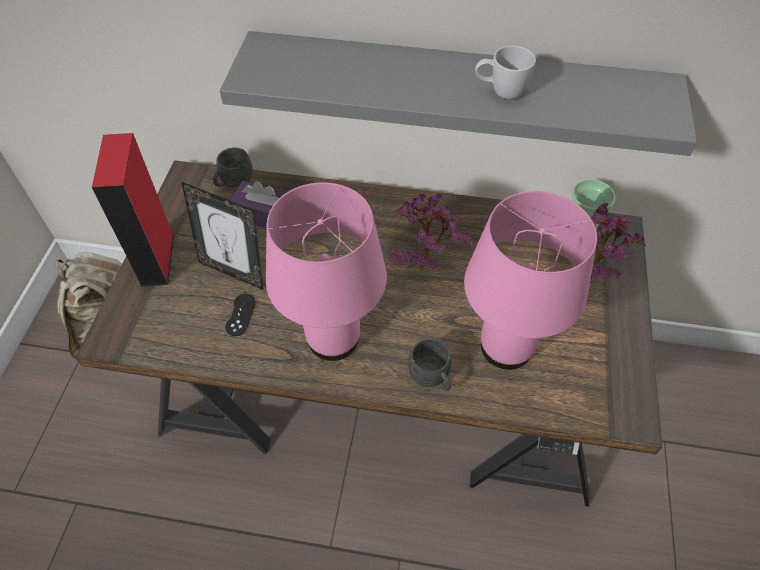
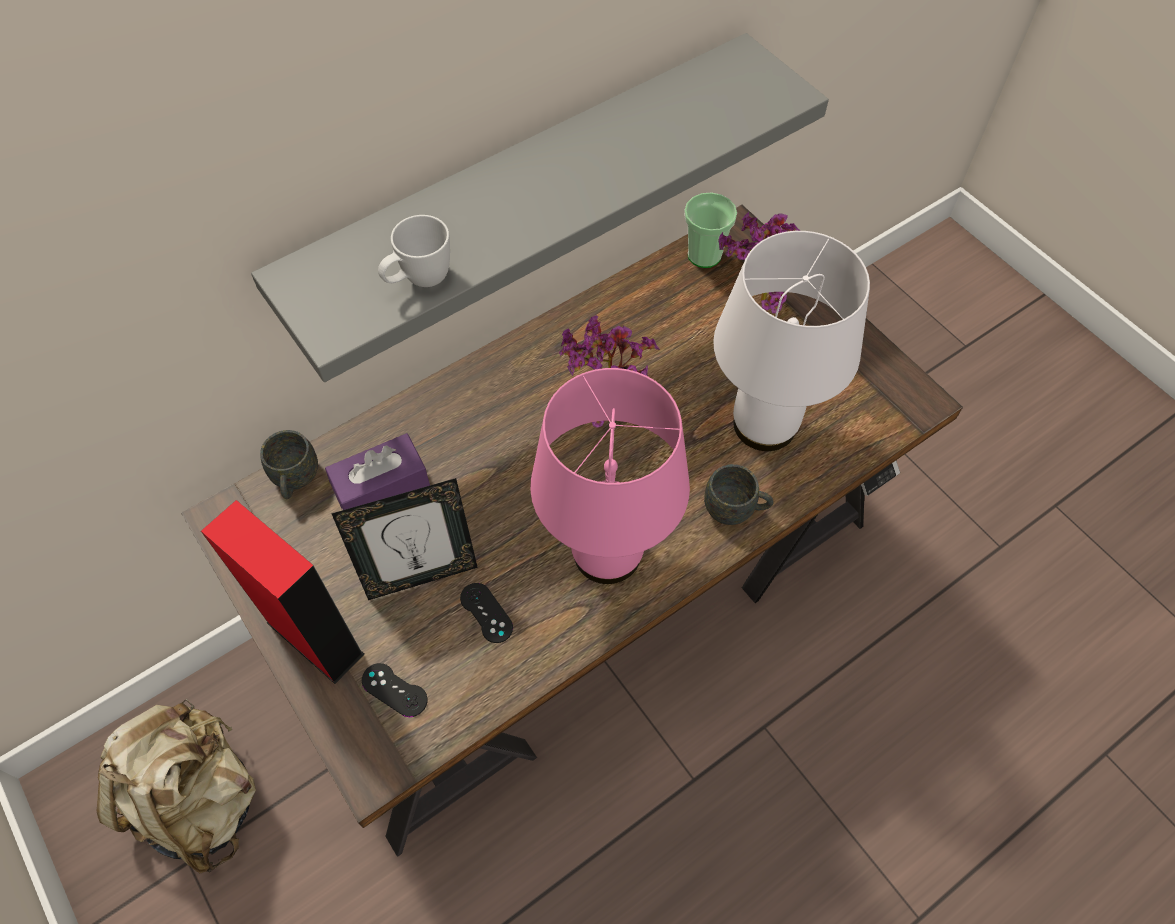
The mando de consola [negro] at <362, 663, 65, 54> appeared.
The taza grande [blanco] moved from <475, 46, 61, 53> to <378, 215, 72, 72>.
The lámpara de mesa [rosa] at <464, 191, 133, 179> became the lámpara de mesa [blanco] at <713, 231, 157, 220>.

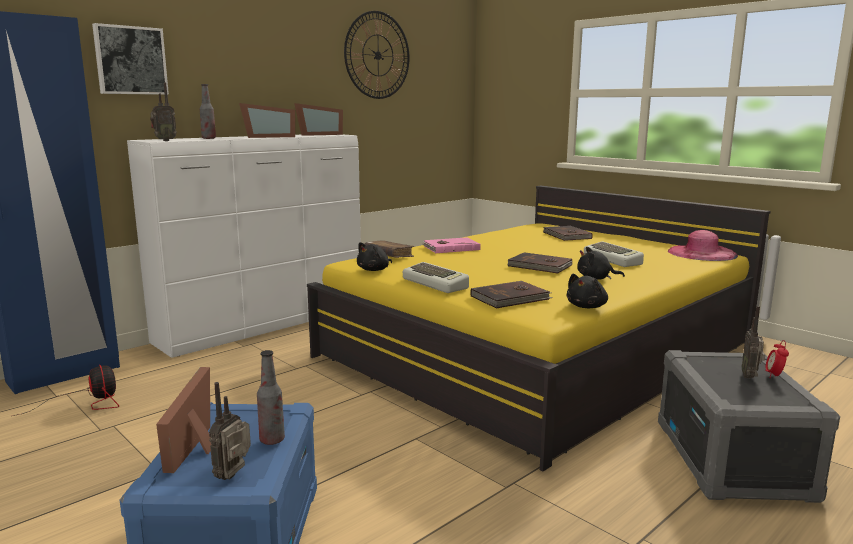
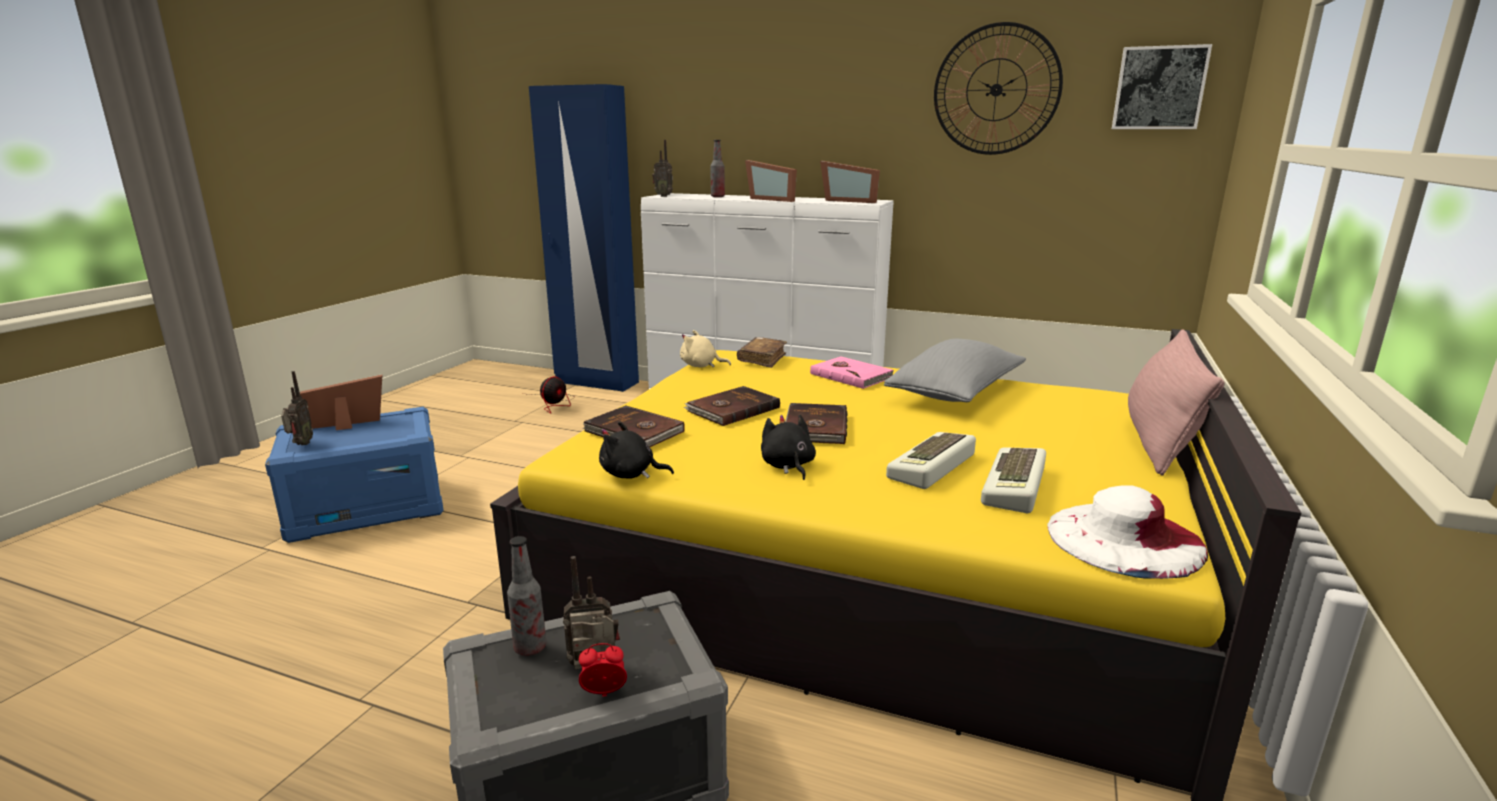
The cojín [gris] at <884, 339, 142, 63> appeared.
The cojín [rosa] at <1128, 329, 96, 147> appeared.
The cuadro moved from <92, 23, 77, 72> to <1112, 44, 100, 85>.
The botella moved from <257, 350, 28, 95> to <507, 536, 40, 120>.
The teclado moved from <403, 262, 66, 31> to <981, 447, 65, 66>.
The libro [marrón] moved from <543, 226, 50, 15> to <684, 386, 96, 40>.
The peluche [negro] at <357, 242, 35, 29> became the peluche [beis] at <680, 330, 51, 37>.
The sombrero [rosa] at <668, 230, 70, 31> became the sombrero [blanco] at <1047, 485, 161, 94>.
The radio at <209, 382, 42, 98> turned 90 degrees clockwise.

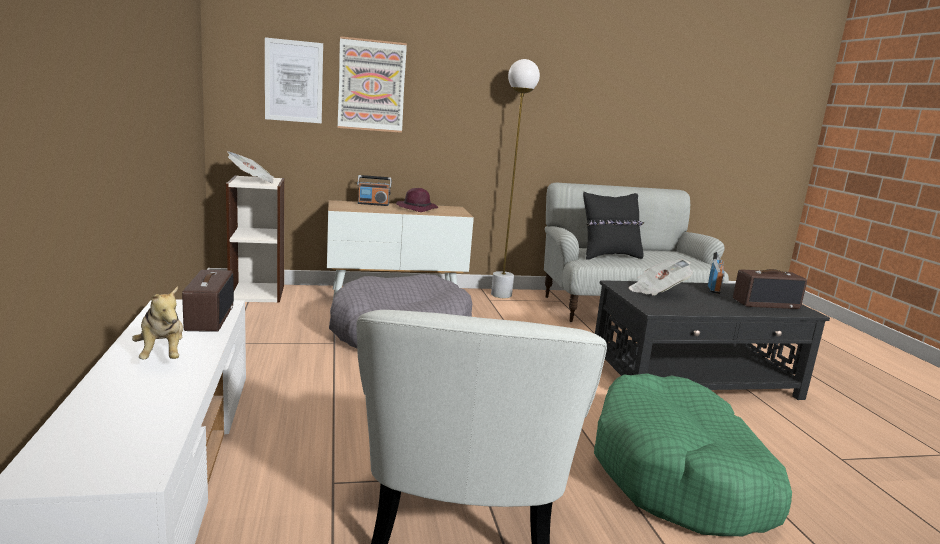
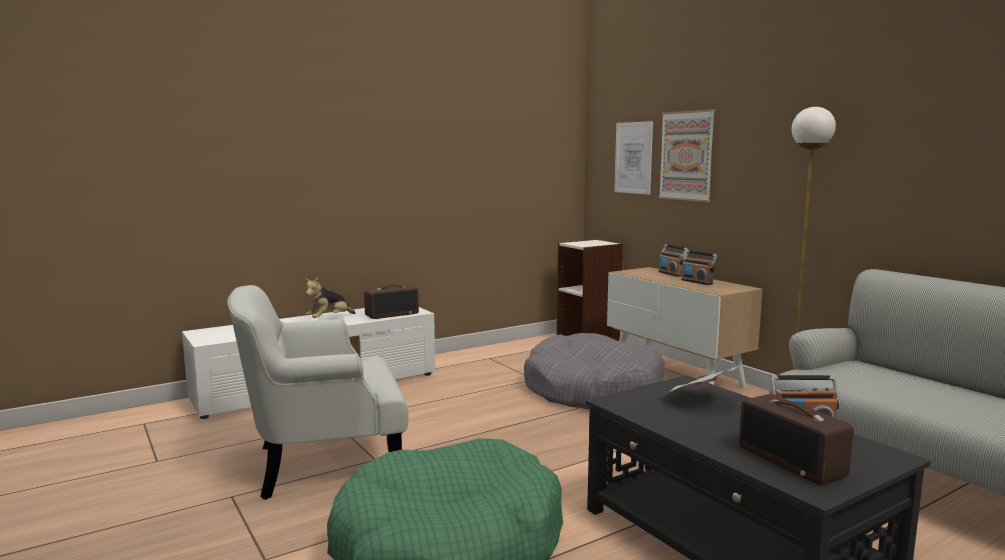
The periódico at <227, 151, 47, 32> disappeared.
The cojín [negro] at <583, 192, 61, 68> disappeared.
The sombrero [morado] at <396, 188, 42, 24> was replaced by the radio at <681, 250, 36, 35>.

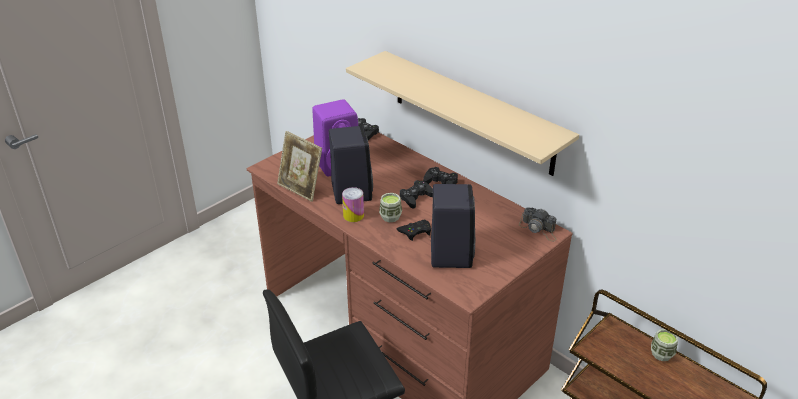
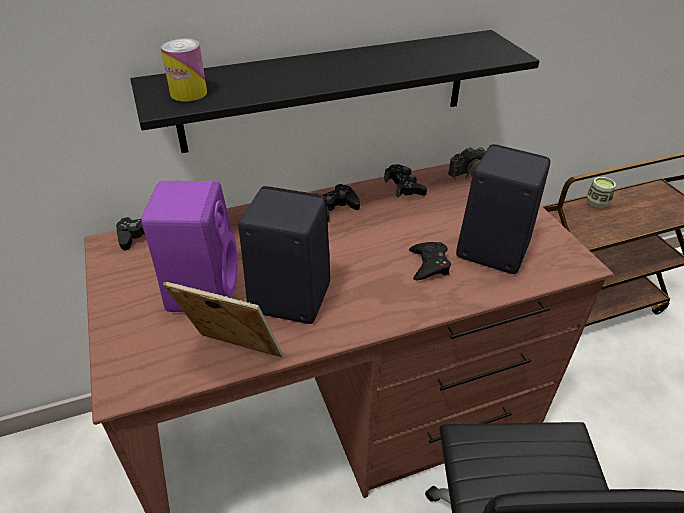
The taza at <379, 193, 23, 29> disappeared.
The lata moved from <342, 187, 22, 35> to <160, 38, 47, 63>.
The mando de consola [negro] moved from <399, 180, 34, 29> to <384, 164, 43, 34>.
The estante [beis] at <346, 51, 233, 125> became the estante [negro] at <130, 30, 410, 123>.
The portarretratos at <277, 131, 45, 71> turned 135 degrees counterclockwise.

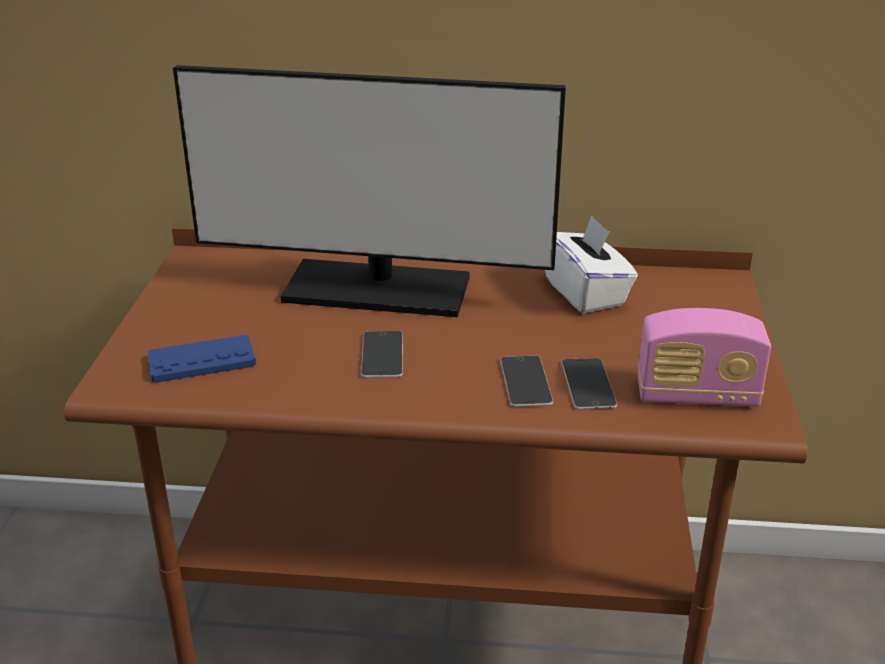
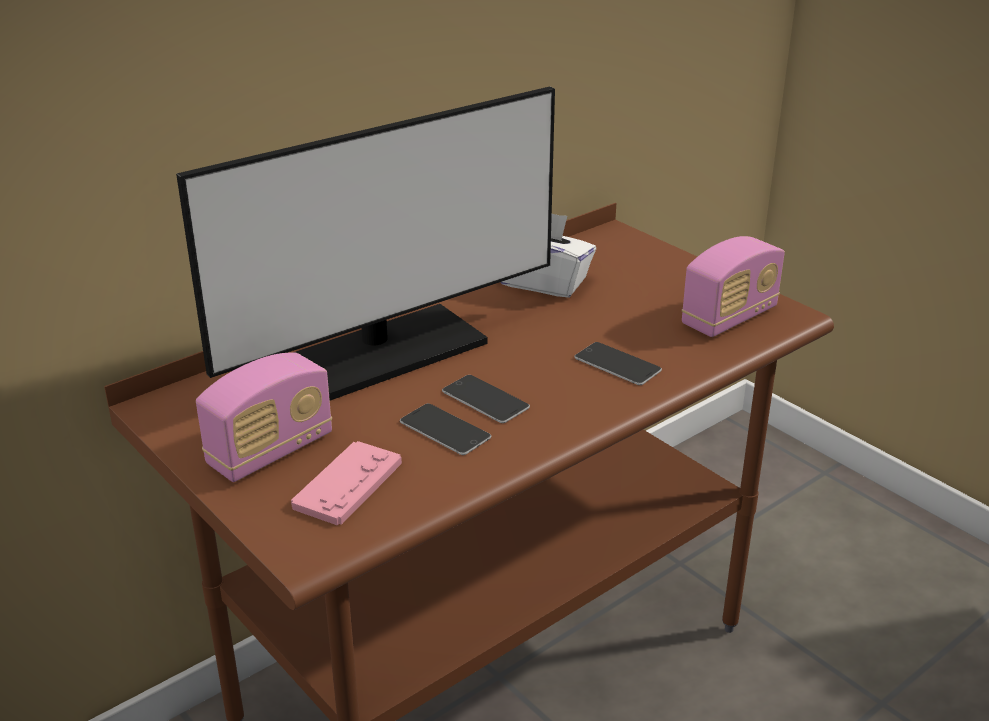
The radio at <196, 353, 136, 129> appeared.
The móvil moved from <561, 358, 56, 51> to <400, 403, 91, 52>.
The mando de consola [azul] at <148, 335, 108, 48> became the mando de consola [rosa] at <291, 441, 111, 84>.

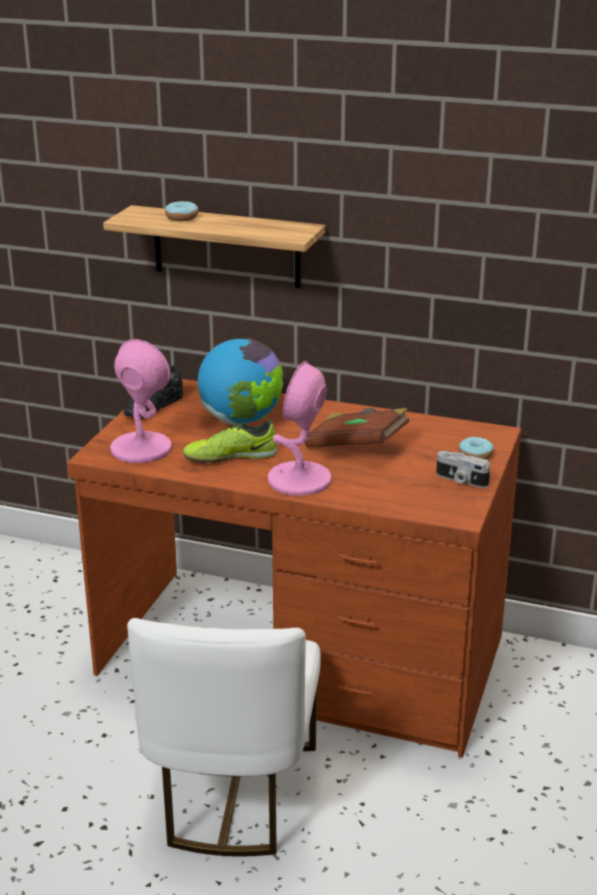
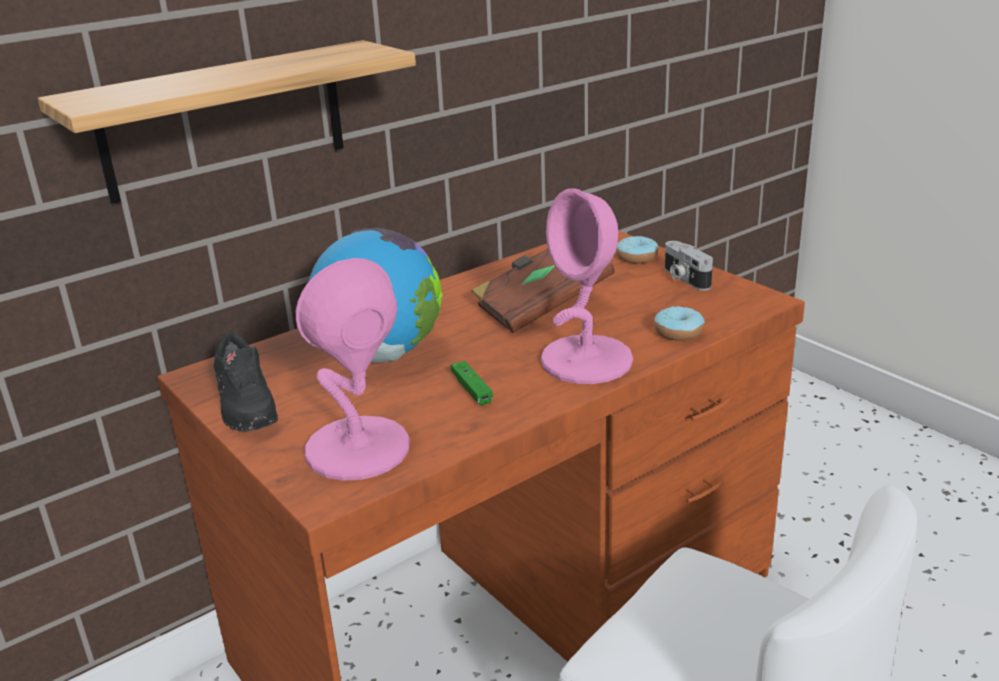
The rosquilla moved from <165, 201, 34, 20> to <654, 306, 51, 35>.
The zapato at <183, 420, 94, 43> was replaced by the mando de consola [verde] at <451, 361, 42, 44>.
The cámara at <436, 451, 54, 37> turned 90 degrees clockwise.

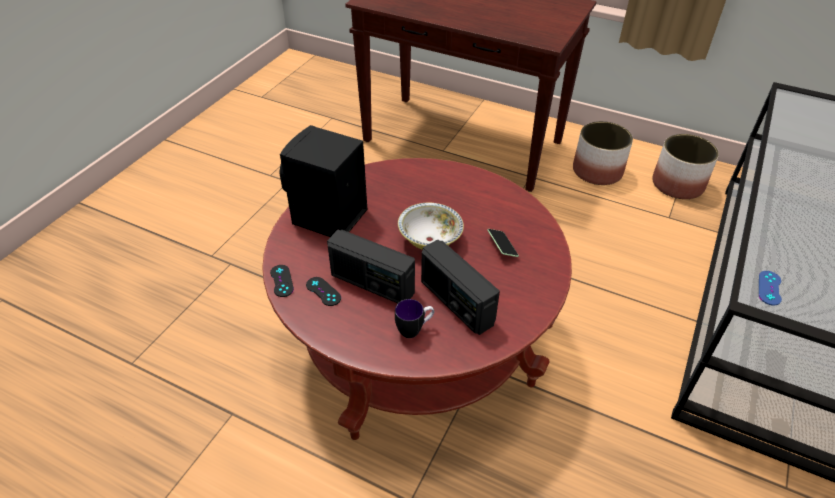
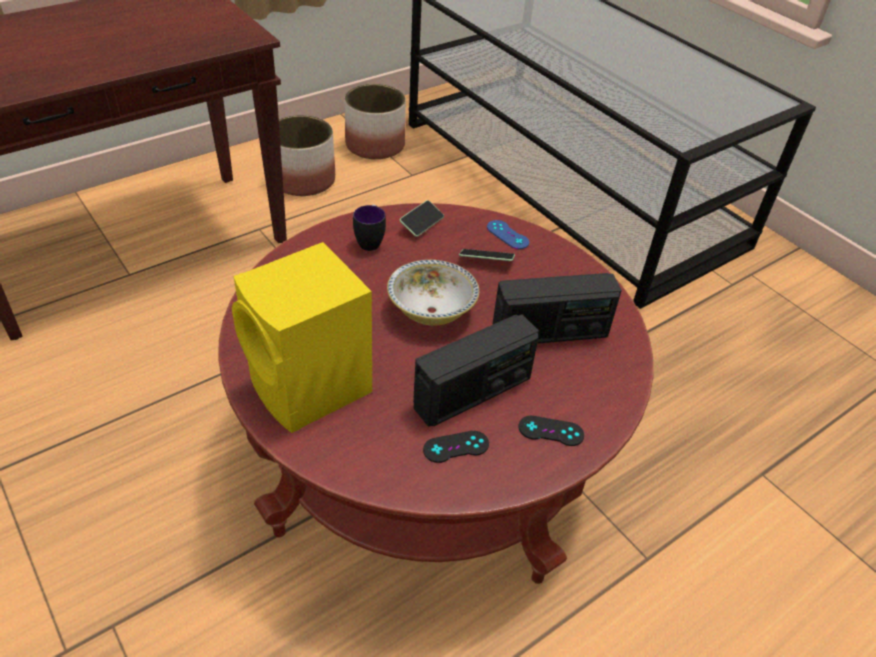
The móvil at <400, 200, 44, 37> appeared.
The mando de consola [negro] moved from <270, 265, 24, 32> to <519, 416, 65, 30>.
The taza grande moved from <395, 299, 39, 39> to <353, 205, 33, 46>.
The mando de consola [azul] moved from <759, 271, 23, 35> to <487, 220, 42, 29>.
The altavoz [negro] at <279, 125, 88, 112> became the altavoz [amarillo] at <232, 242, 140, 191>.

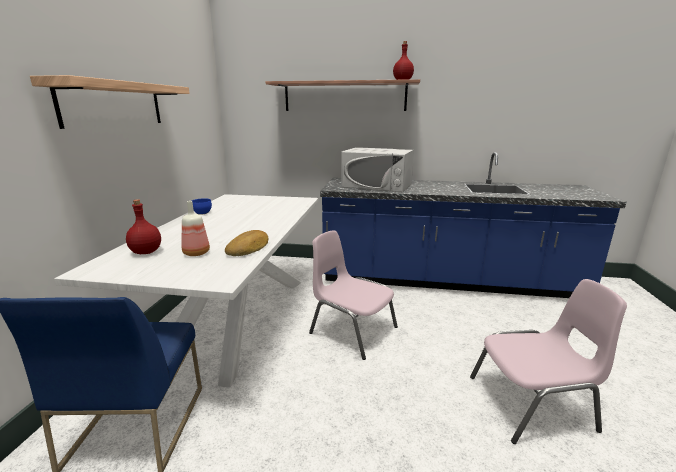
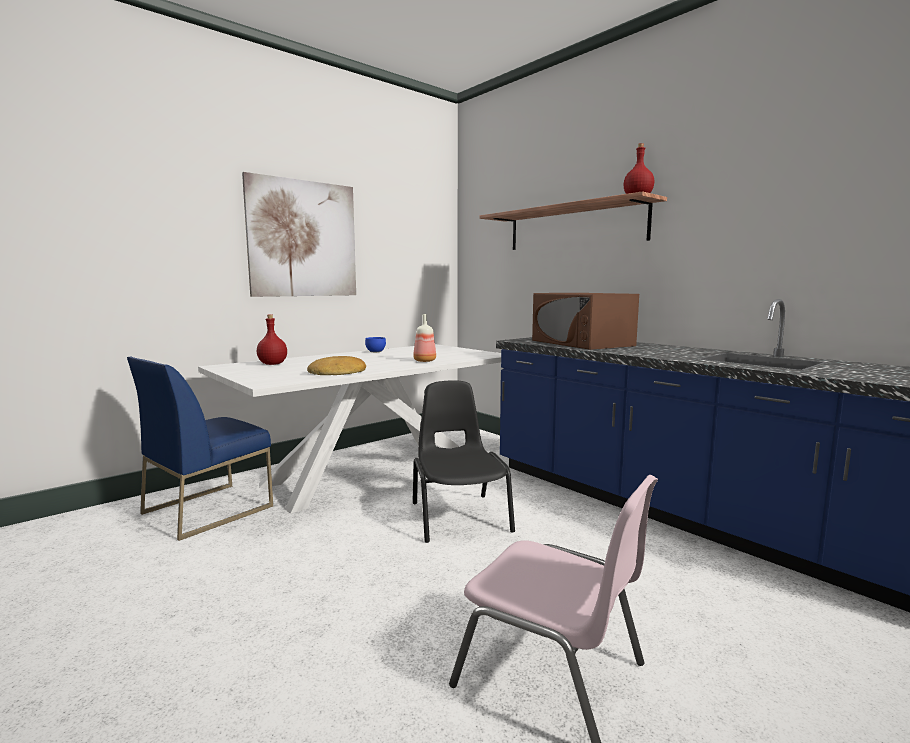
The botella moved from <181, 201, 29, 55> to <413, 314, 23, 48>.
The estante at <30, 75, 160, 54> was replaced by the cuadro at <242, 172, 114, 125>.
The silla [rosa] at <309, 231, 89, 129> became the silla [negro] at <413, 380, 102, 163>.
The microondas [blanco] at <342, 147, 72, 45> became the microondas [marrón] at <532, 293, 107, 57>.

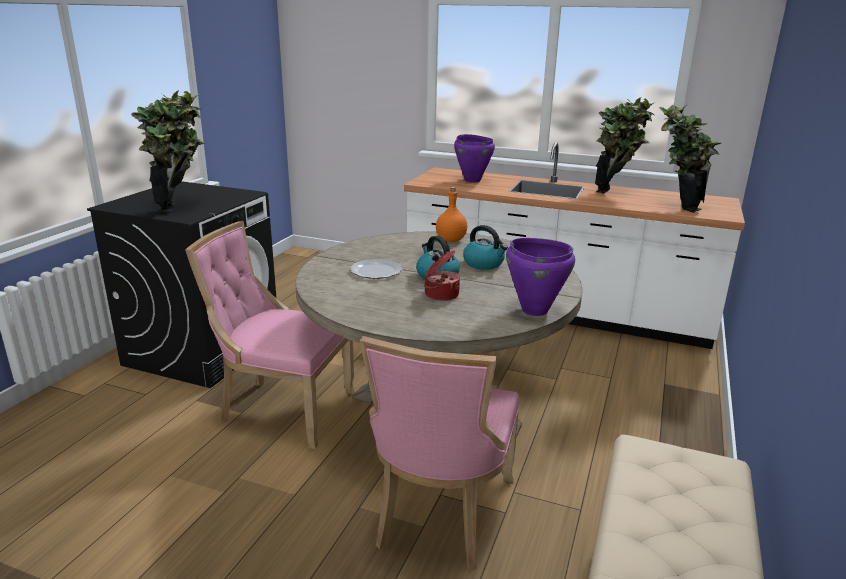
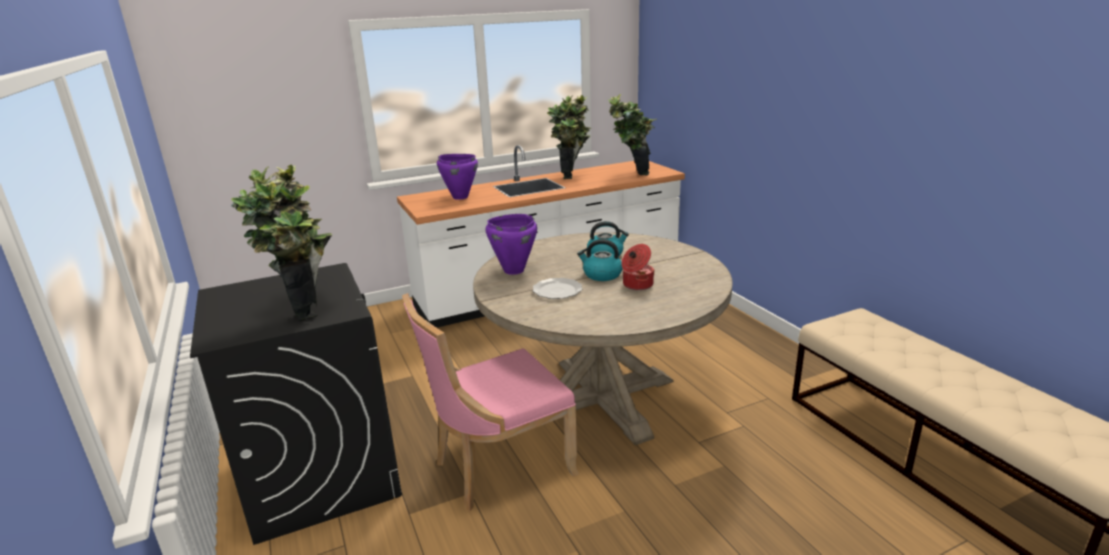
The silla [rosa] at <360, 336, 160, 235> disappeared.
The botella [naranja] at <436, 187, 31, 55> disappeared.
The olla [morado] moved from <506, 238, 69, 78> to <486, 214, 51, 61>.

